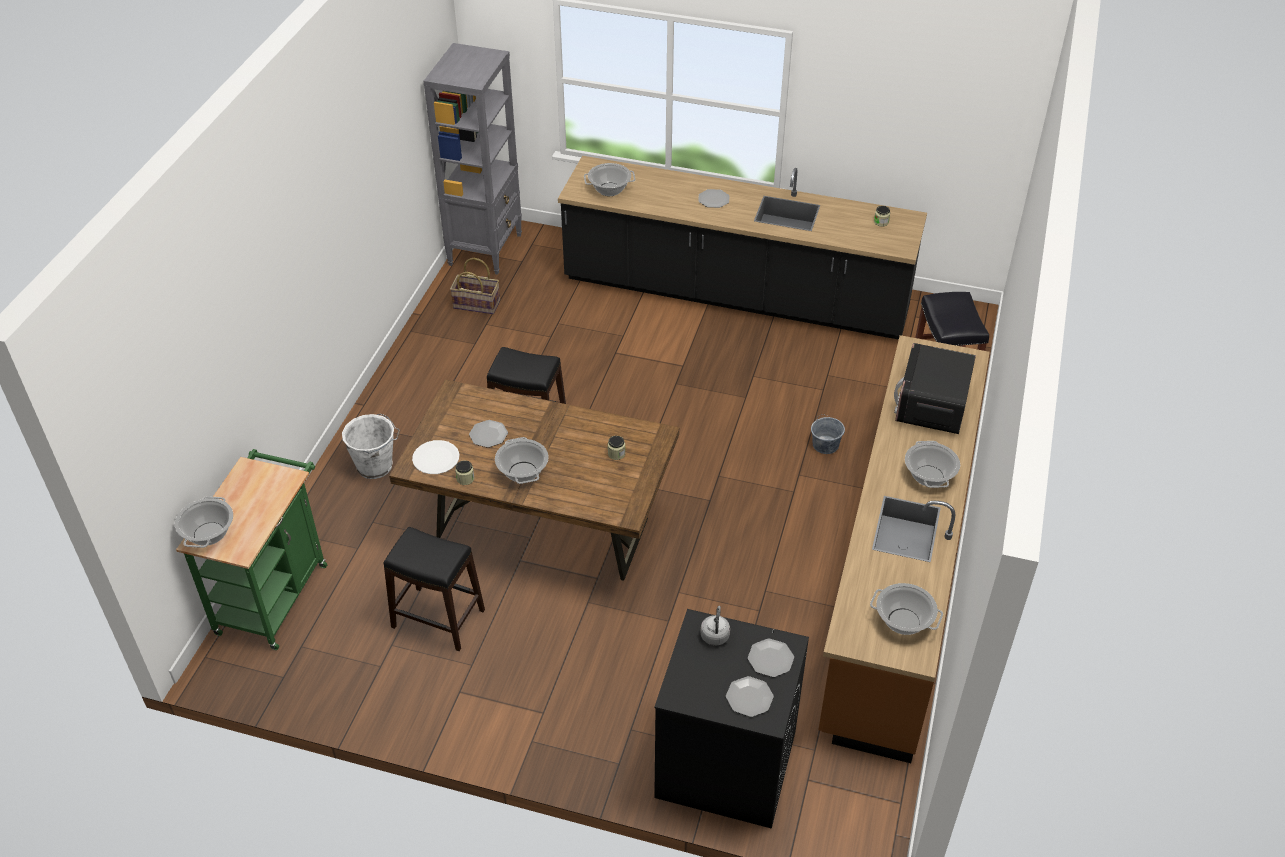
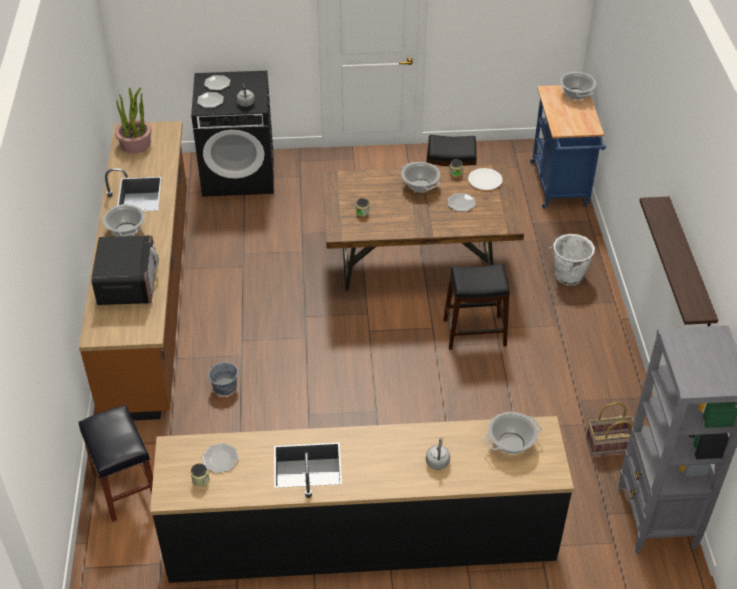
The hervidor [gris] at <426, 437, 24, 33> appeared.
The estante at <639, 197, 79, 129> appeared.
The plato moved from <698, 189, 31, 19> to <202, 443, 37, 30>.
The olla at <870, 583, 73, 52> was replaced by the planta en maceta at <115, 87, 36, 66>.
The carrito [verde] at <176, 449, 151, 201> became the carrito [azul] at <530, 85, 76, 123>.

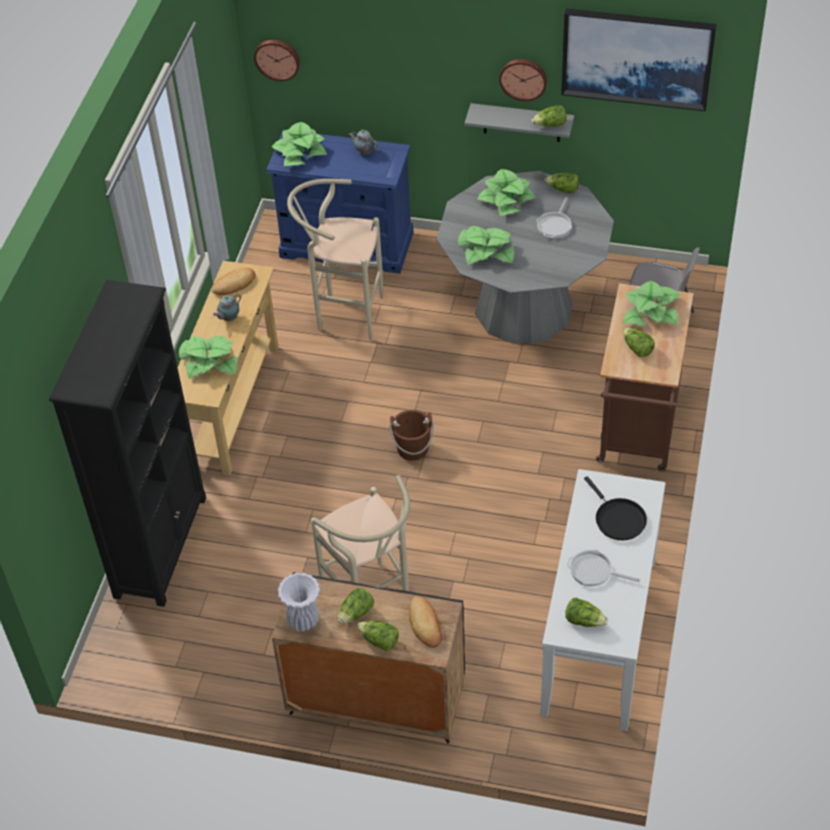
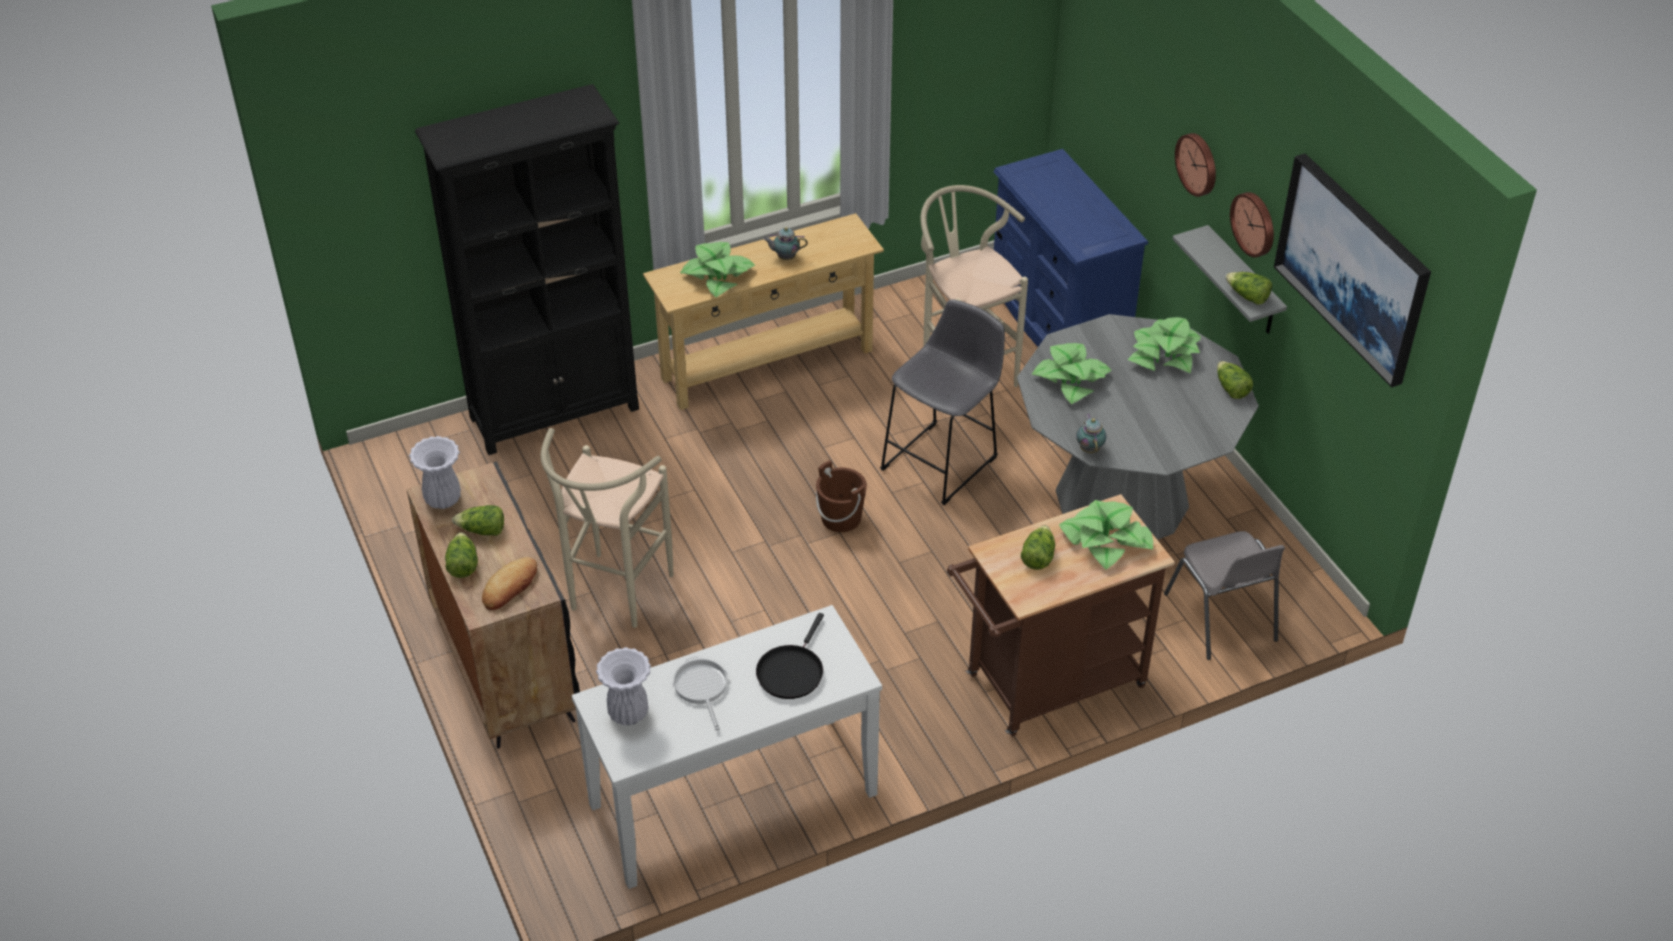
The pan at <211, 268, 45, 27> disappeared.
The planta en maceta at <272, 122, 55, 44> disappeared.
The sartén at <537, 197, 35, 41> disappeared.
The taburete [gris] at <880, 299, 125, 206> appeared.
The reloj de pared moved from <254, 40, 46, 41> to <1175, 133, 41, 64>.
The tetera moved from <348, 130, 30, 25> to <1076, 414, 30, 39>.
The lechuga at <565, 597, 43, 30> was replaced by the florero [blanco] at <596, 647, 55, 78>.

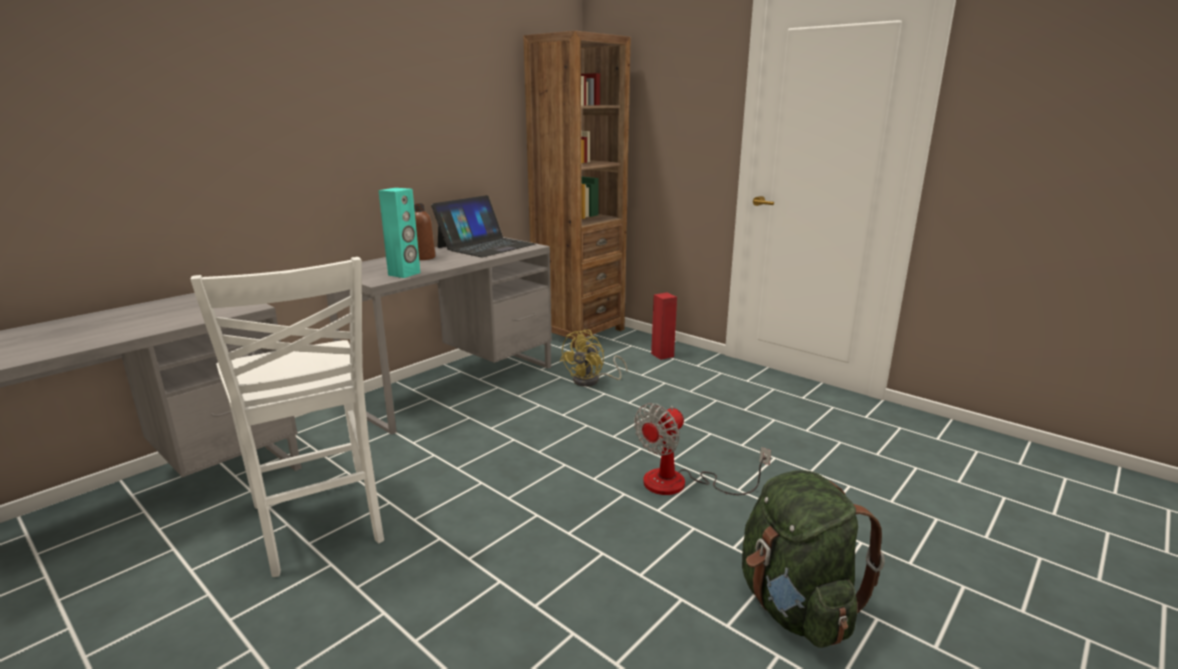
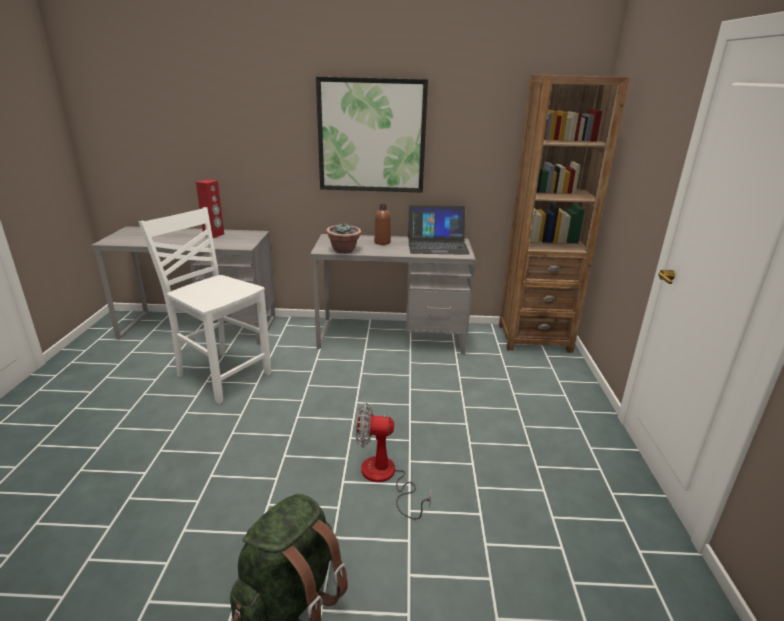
The ventilador [amarillo] at <560, 329, 68, 58> disappeared.
The cuadro at <316, 77, 112, 116> appeared.
The altavoz [rojo] moved from <651, 293, 26, 67> to <196, 179, 28, 59>.
The altavoz [turquesa] at <379, 188, 41, 90> was replaced by the planta en maceta at <326, 223, 35, 31>.
The silla [blanco] at <190, 257, 194, 320> turned 105 degrees clockwise.

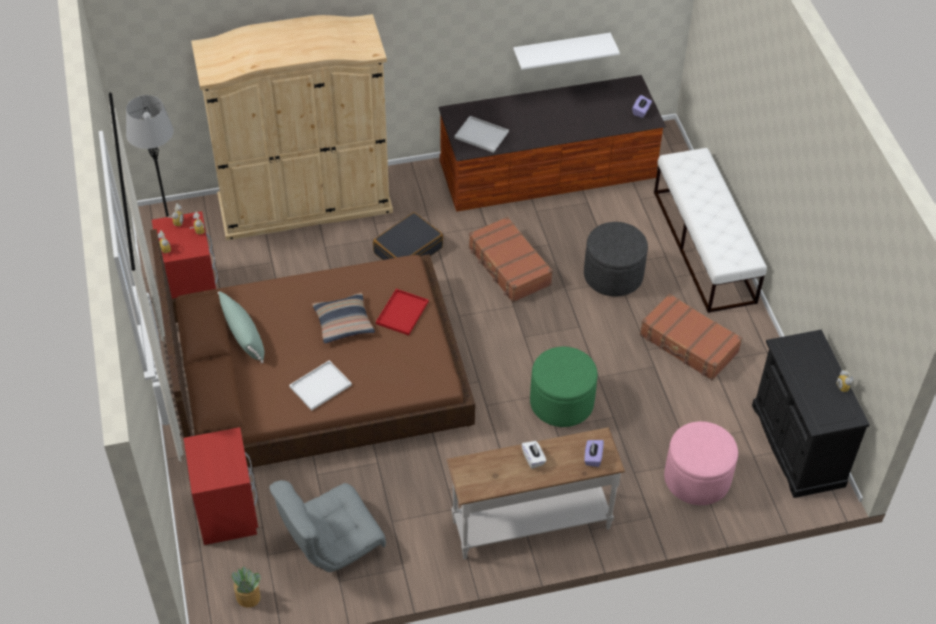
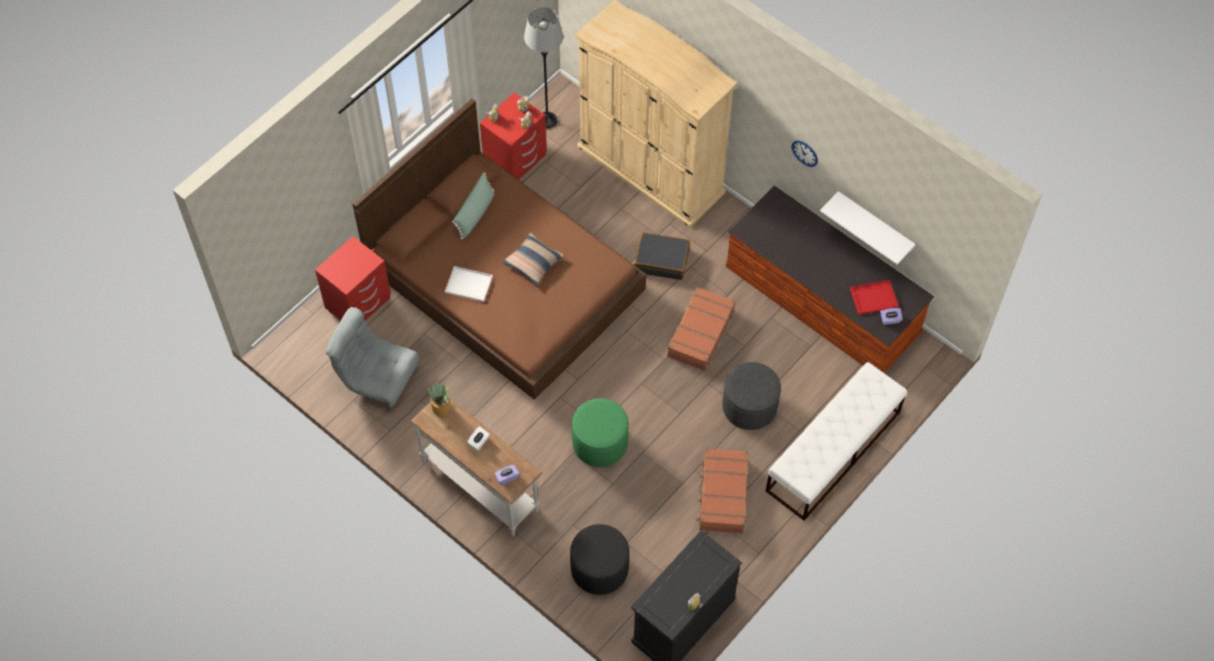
The bandeja [blanco] at <455, 116, 54, 37> disappeared.
The reloj de pared at <791, 141, 27, 26> appeared.
The planta en maceta moved from <229, 566, 32, 42> to <427, 382, 23, 35>.
The bandeja [rojo] moved from <376, 289, 53, 46> to <850, 280, 49, 35>.
The puf [rosa] at <664, 421, 74, 84> became the puf [negro] at <570, 524, 59, 71>.

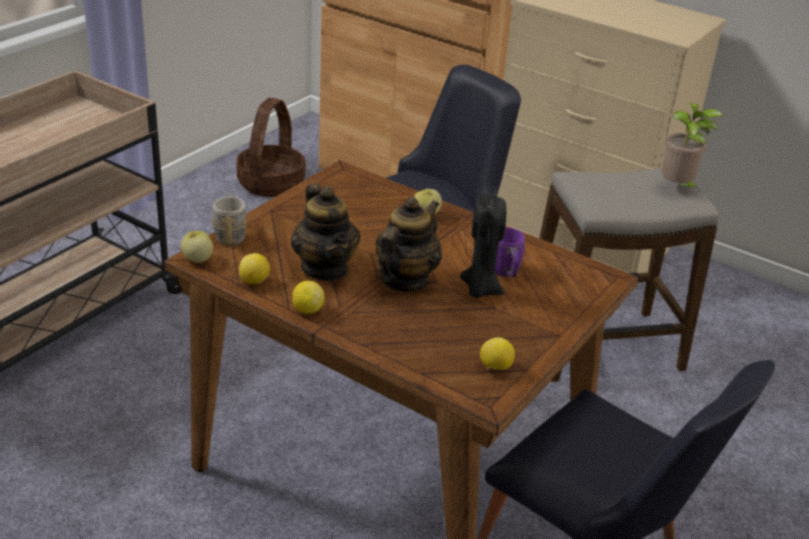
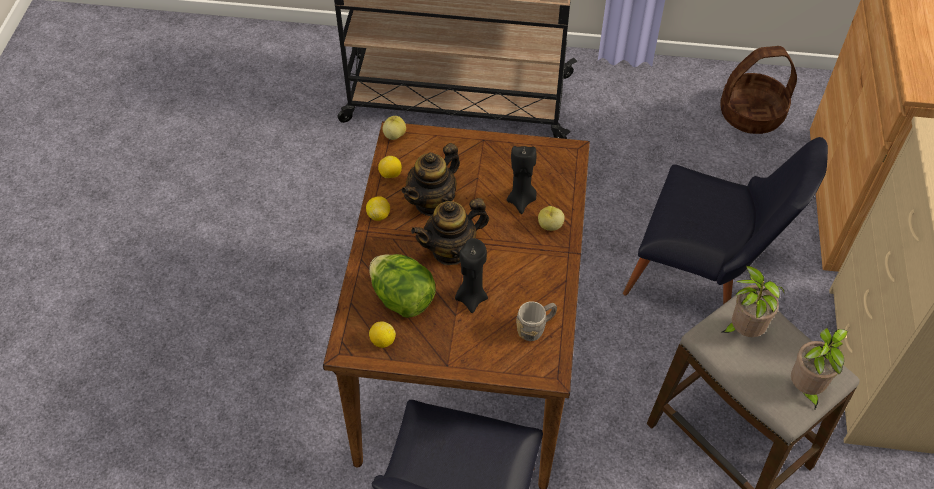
The taza grande [morado] at <495, 227, 30, 50> disappeared.
The lechuga at <369, 254, 67, 64> appeared.
The vela [negro] at <507, 146, 30, 68> appeared.
The planta en maceta at <720, 266, 64, 71> appeared.
The taza grande [gris] moved from <212, 194, 35, 51> to <516, 301, 41, 40>.
The tetera at <375, 197, 67, 95> turned 150 degrees clockwise.

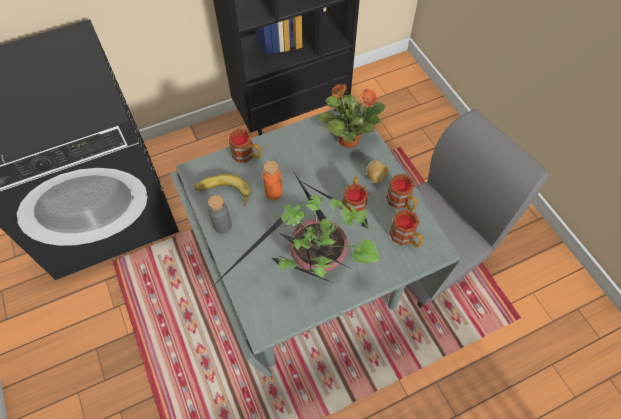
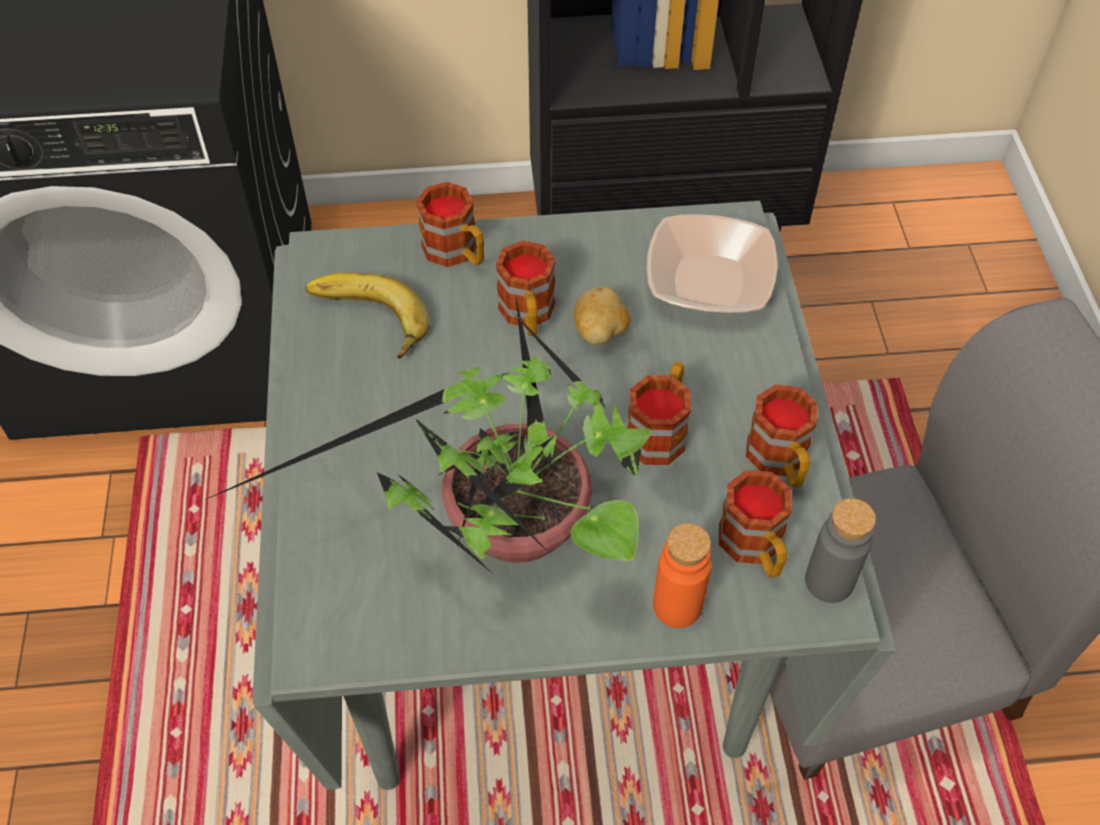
The taza grande at <496, 240, 59, 96> appeared.
The botella [gris] moved from <208, 195, 24, 39> to <805, 498, 71, 105>.
The botella [naranja] moved from <263, 161, 19, 39> to <653, 523, 58, 105>.
The patata moved from <366, 160, 23, 24> to <574, 287, 56, 58>.
The planta en maceta at <318, 83, 68, 65> was replaced by the cuenco at <647, 214, 131, 99>.

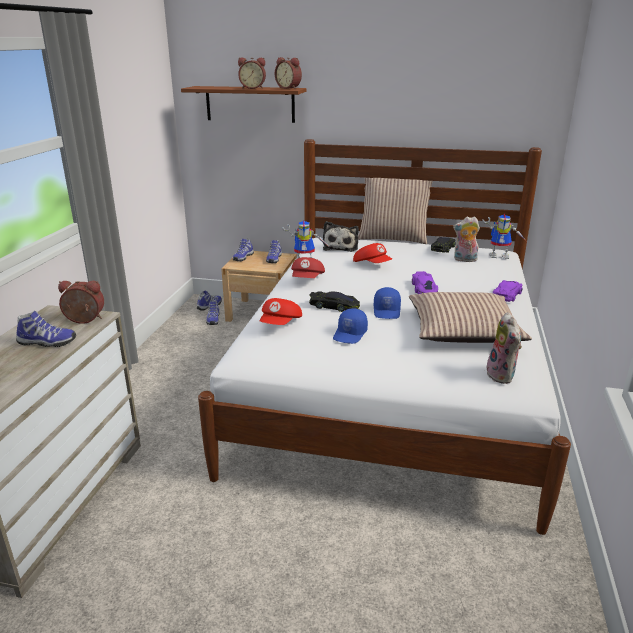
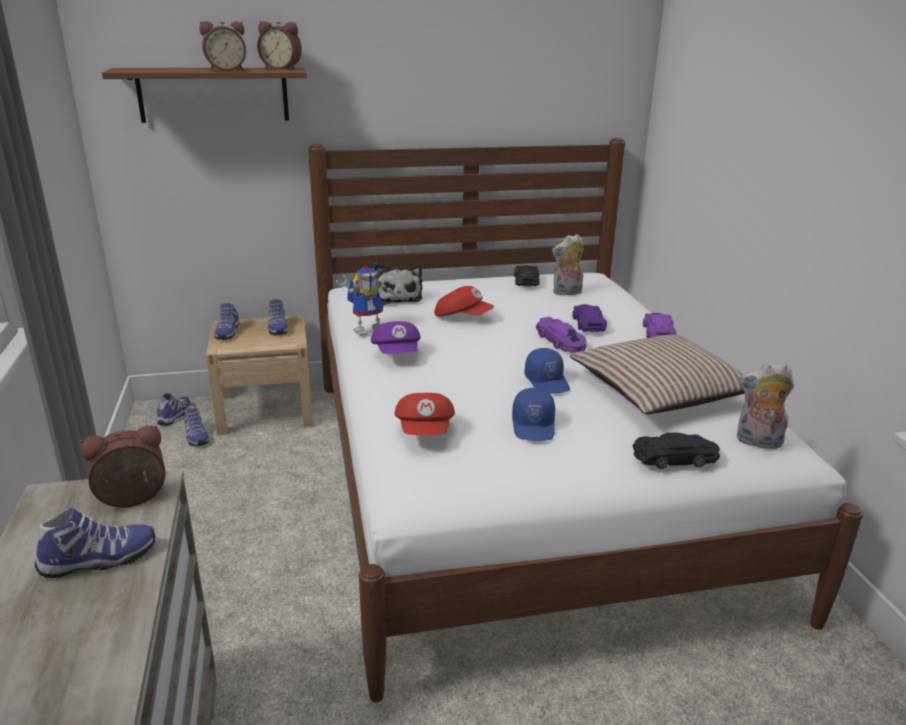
The cojín at <358, 178, 75, 66> disappeared.
The robot de juguete at <483, 214, 43, 45> disappeared.
The coche de juguete [morado] at <572, 304, 35, 28> appeared.
The coche de juguete [negro] moved from <309, 291, 51, 21> to <633, 433, 87, 36>.
The gorra [rojo] at <291, 257, 34, 21> became the gorra [morado] at <371, 321, 50, 33>.
The peluche at <487, 312, 35, 72> turned 135 degrees clockwise.

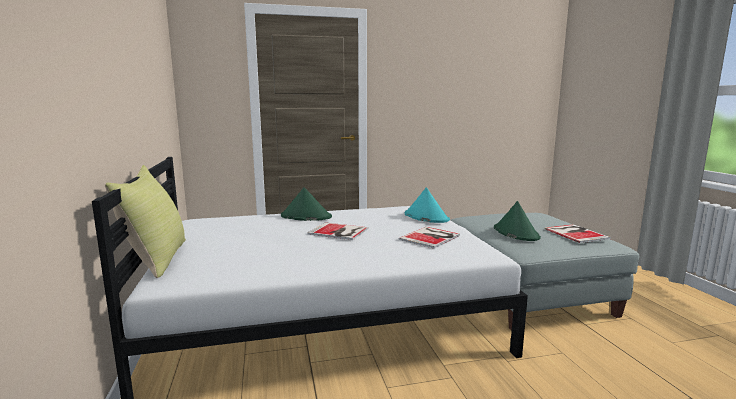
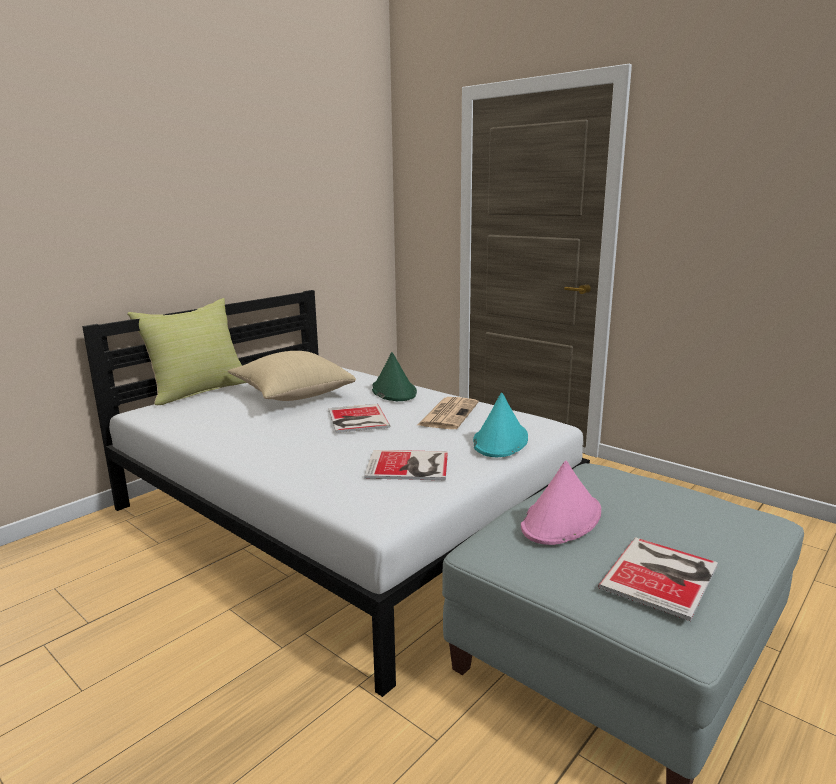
The cojín [beis] at <228, 351, 128, 50> appeared.
The periódico at <418, 397, 60, 32> appeared.
The sombrero [verde] at <494, 201, 47, 40> became the sombrero [rosa] at <521, 461, 80, 84>.

